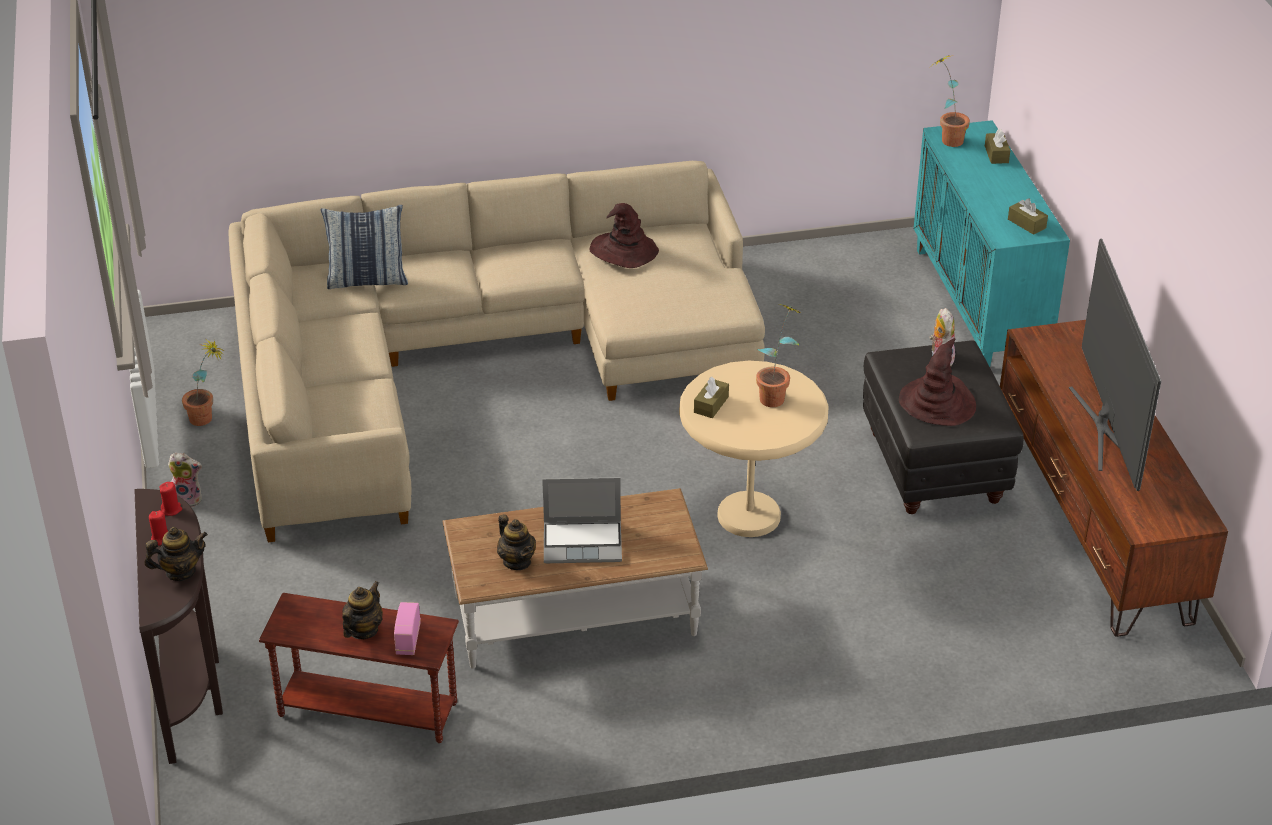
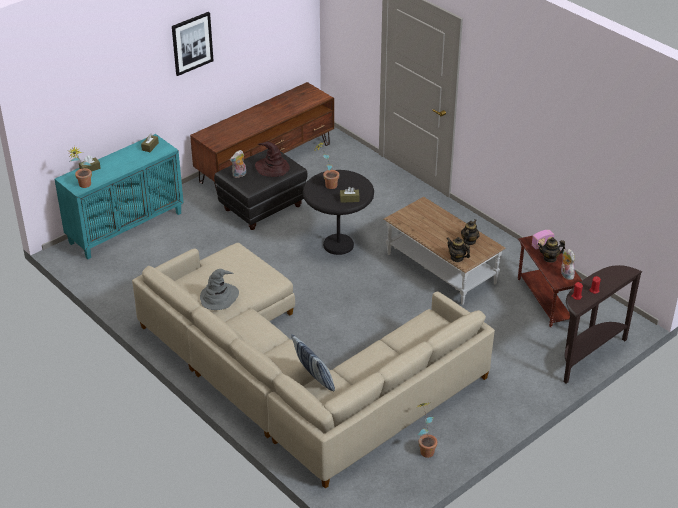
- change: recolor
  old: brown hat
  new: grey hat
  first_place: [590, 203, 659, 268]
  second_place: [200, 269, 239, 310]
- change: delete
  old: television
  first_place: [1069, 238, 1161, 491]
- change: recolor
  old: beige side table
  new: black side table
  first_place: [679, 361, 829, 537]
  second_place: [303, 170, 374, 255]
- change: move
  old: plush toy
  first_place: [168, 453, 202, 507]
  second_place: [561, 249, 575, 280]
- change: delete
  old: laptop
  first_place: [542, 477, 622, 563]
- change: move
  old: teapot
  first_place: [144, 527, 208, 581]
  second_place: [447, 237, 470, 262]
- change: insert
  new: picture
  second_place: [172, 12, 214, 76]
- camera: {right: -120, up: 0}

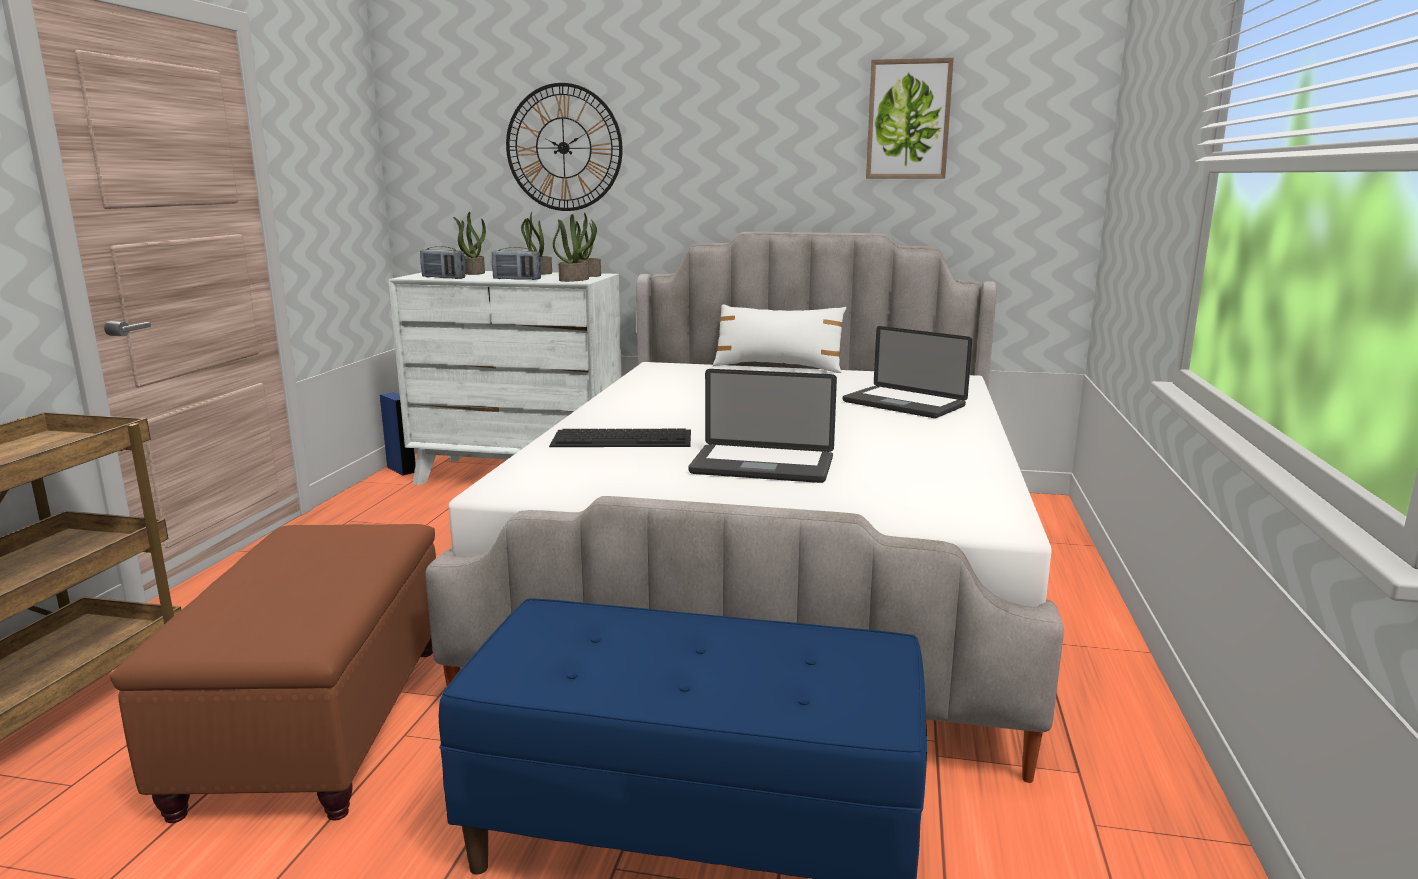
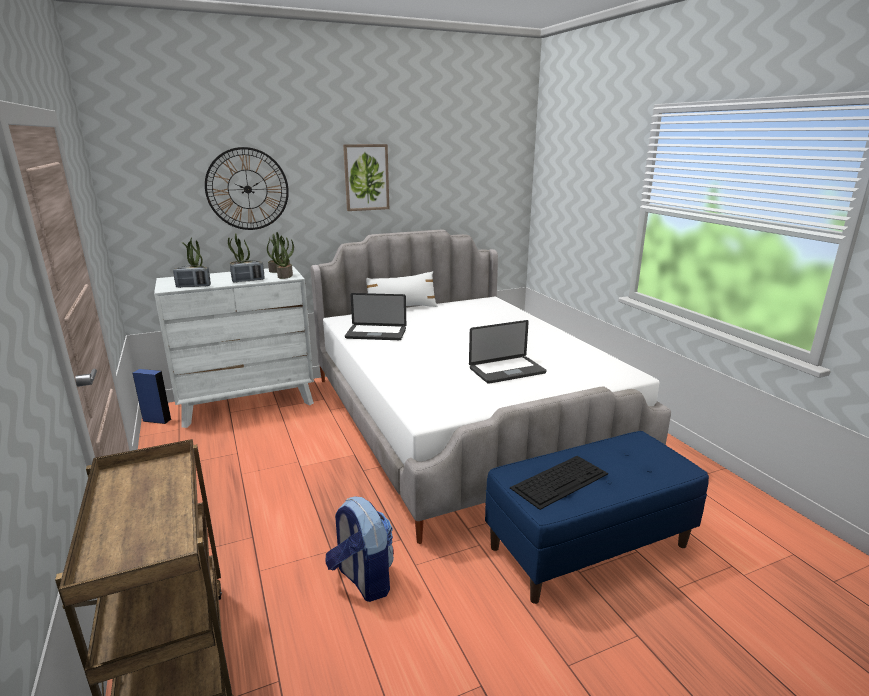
- change: move
  old: picture
  first_place: [866, 58, 954, 178]
  second_place: [343, 144, 389, 211]
- change: move
  old: laptop
  first_place: [843, 326, 972, 418]
  second_place: [345, 293, 406, 340]
- change: move
  old: keyboard
  first_place: [549, 429, 691, 447]
  second_place: [510, 456, 608, 510]
- change: replace
  old: brown ottoman
  new: backpack
  first_place: [110, 524, 436, 823]
  second_place: [326, 497, 394, 602]
- camera: {right: -35, up: 5}

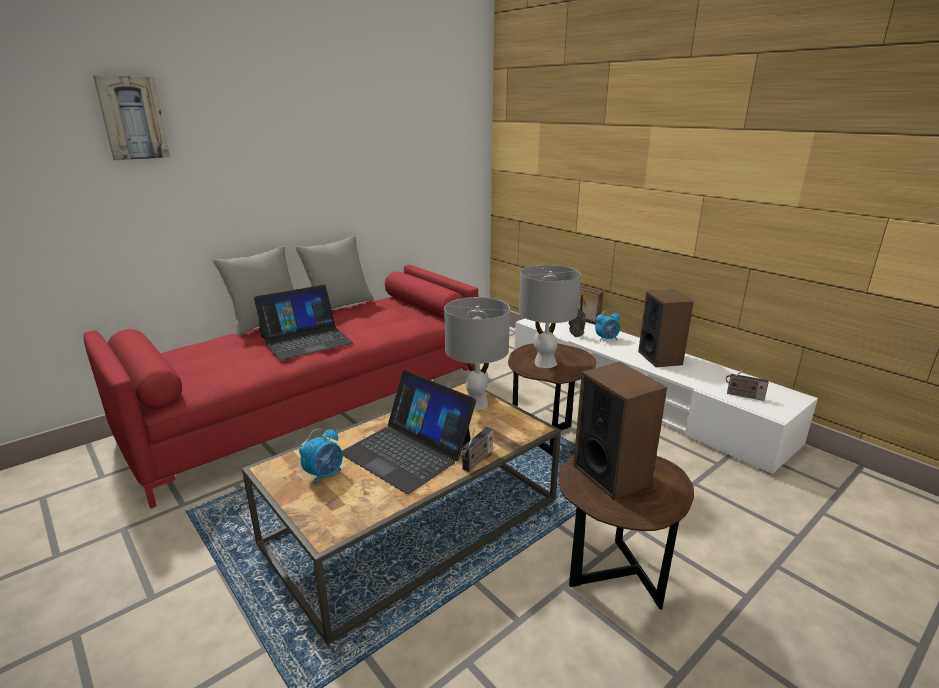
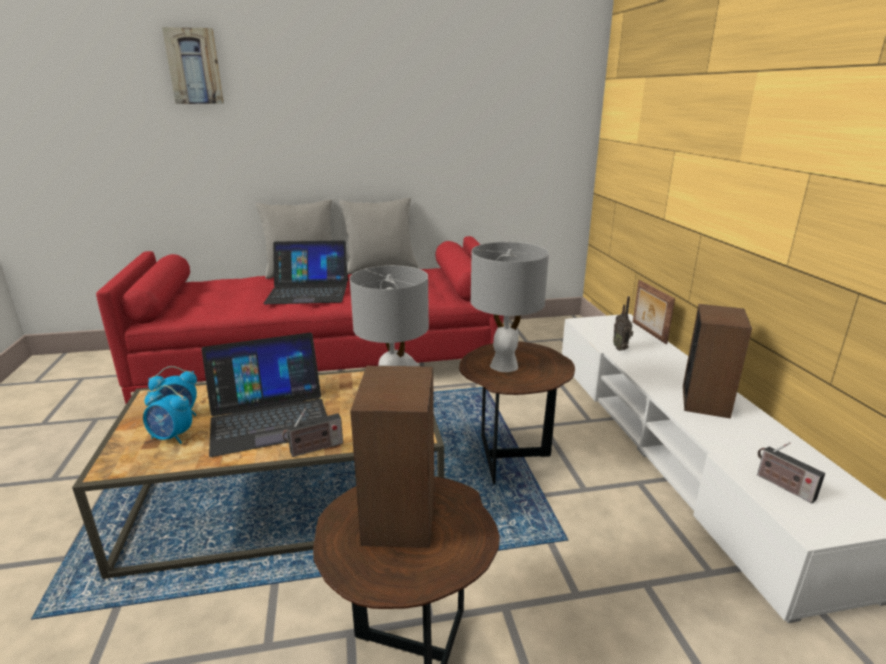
- change: move
  old: alarm clock
  first_place: [595, 310, 620, 341]
  second_place: [143, 385, 192, 444]
- change: rotate
  old: laptop
  first_place: [342, 370, 476, 494]
  second_place: [202, 333, 327, 457]
  degrees: -90
- camera: {right: 30, up: 0}

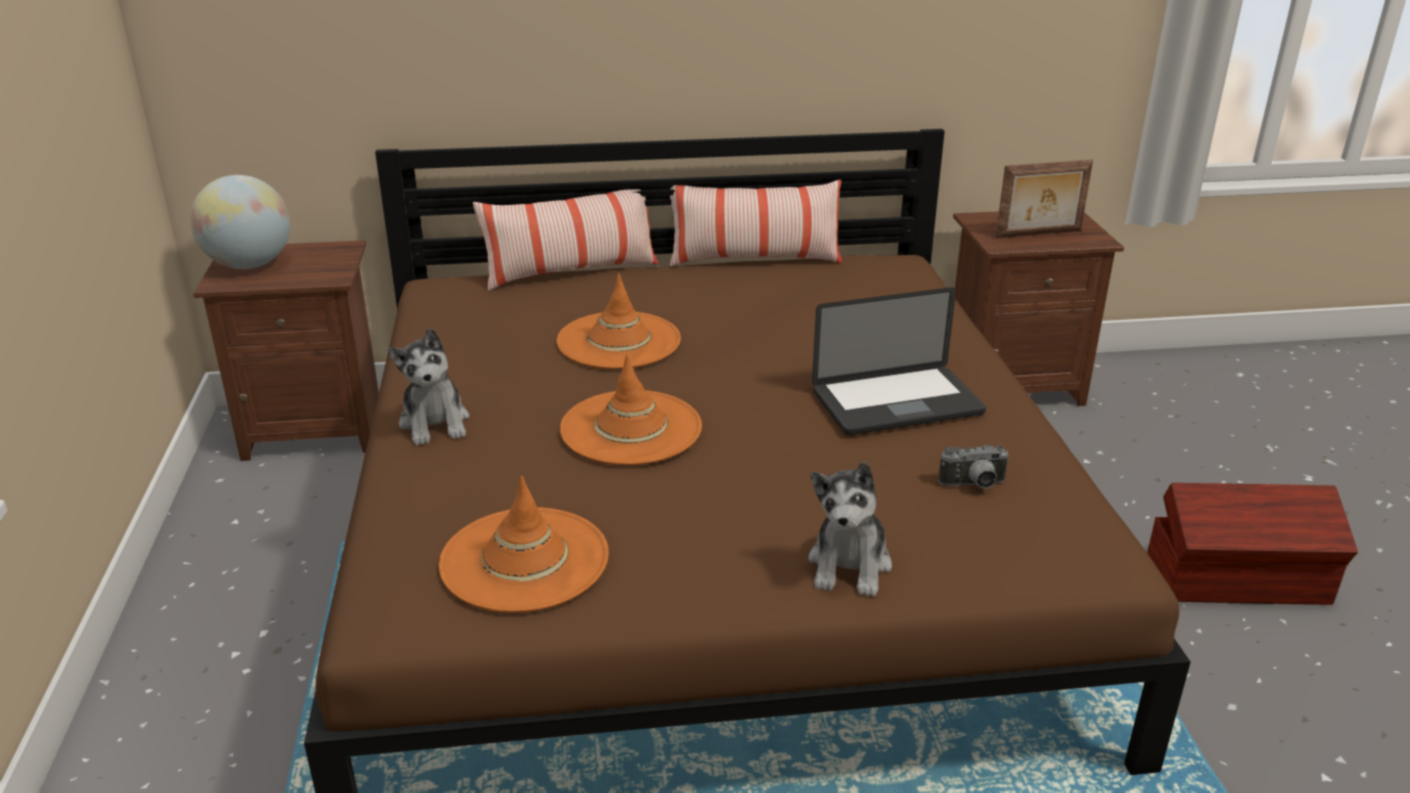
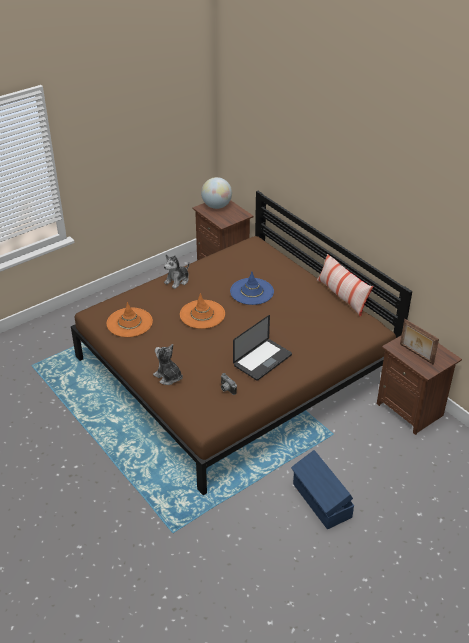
- change: delete
  old: pillow
  first_place: [473, 189, 658, 291]
- change: recolor
  old: orange hat
  new: blue hat
  first_place: [557, 273, 681, 369]
  second_place: [230, 272, 274, 305]
- change: rotate
  old: laptop
  first_place: [812, 287, 986, 435]
  second_place: [233, 315, 292, 381]
  degrees: -90
- change: rotate
  old: plush toy
  first_place: [808, 462, 892, 597]
  second_place: [153, 344, 183, 385]
  degrees: 60
- change: recolor
  old: brown storage box
  new: blue storage box
  first_place: [1147, 483, 1358, 605]
  second_place: [291, 450, 354, 529]
- camera: {right: 60, up: 10}

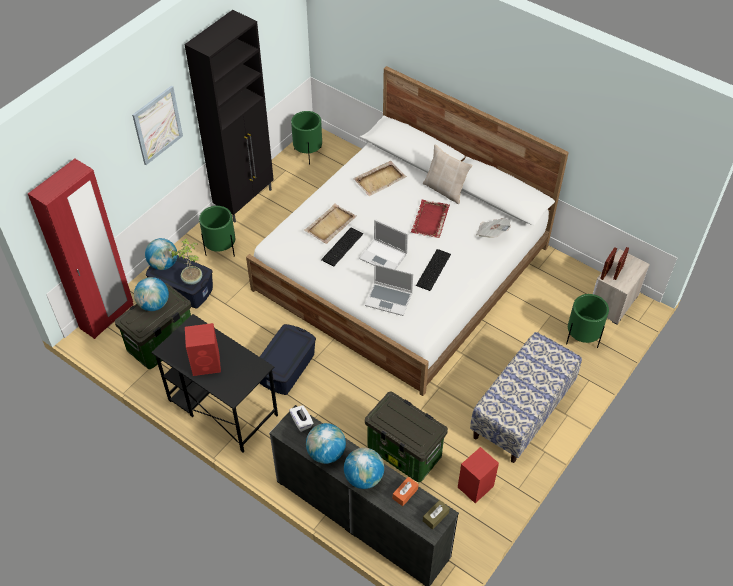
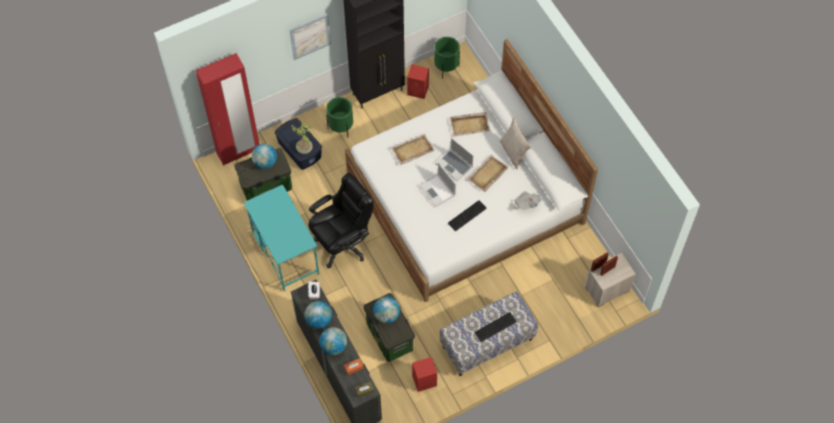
- change: recolor
  old: red tray
  new: beige tray
  first_place: [411, 199, 450, 238]
  second_place: [467, 155, 509, 192]
- change: move
  old: keyboard
  first_place: [321, 228, 363, 266]
  second_place: [474, 312, 517, 342]
- change: move
  old: globe
  first_place: [145, 238, 177, 270]
  second_place: [373, 297, 400, 324]
- change: move
  old: laptop
  first_place: [365, 264, 413, 316]
  second_place: [436, 138, 473, 181]
- change: delete
  old: green planter
  first_place: [566, 294, 609, 348]
- change: recolor
  old: black desk
  new: turquoise desk
  first_place: [151, 314, 278, 453]
  second_place: [244, 185, 320, 291]
- change: move
  old: red speaker
  first_place: [185, 323, 221, 376]
  second_place: [407, 64, 429, 99]
- change: replace
  old: blue storage box
  new: black office chair
  first_place: [260, 324, 316, 395]
  second_place: [308, 173, 373, 268]
- camera: {right: 25, up: 10}

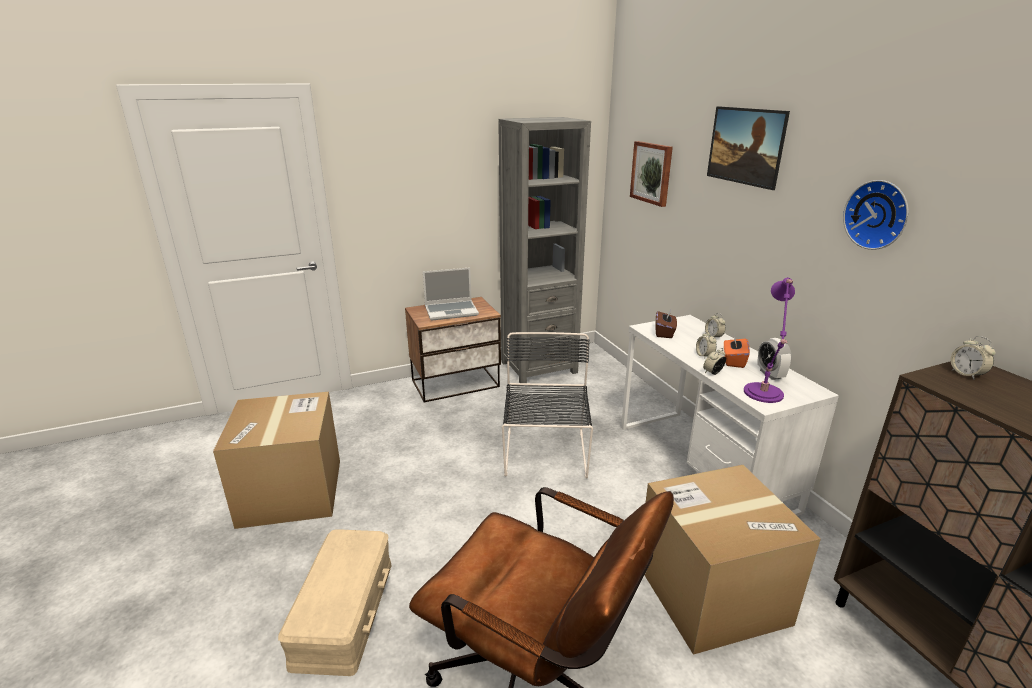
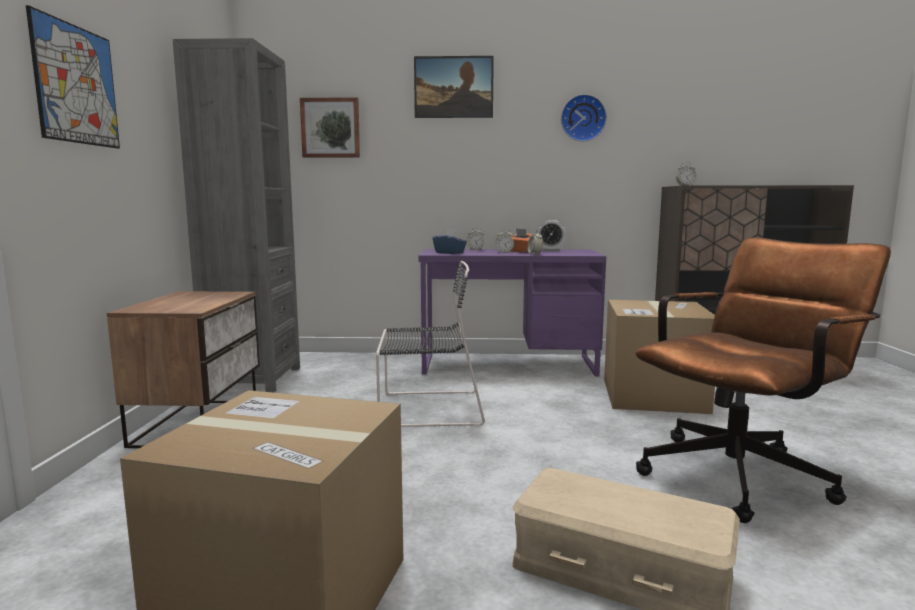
- change: delete
  old: laptop
  first_place: [423, 267, 479, 320]
- change: delete
  old: purple table lamp
  first_place: [744, 278, 795, 403]
- change: recolor
  old: brown tissue box
  new: blue tissue box
  first_place: [655, 310, 677, 338]
  second_place: [433, 229, 467, 254]
- change: recolor
  old: white desk
  new: purple desk
  first_place: [621, 315, 839, 516]
  second_place: [418, 249, 606, 376]
- change: rotate
  old: black chair
  first_place: [502, 332, 593, 479]
  second_place: [376, 261, 485, 427]
  degrees: 150
- change: insert
  new: picture
  second_place: [26, 5, 120, 149]
- camera: {right: -65, up: -15}

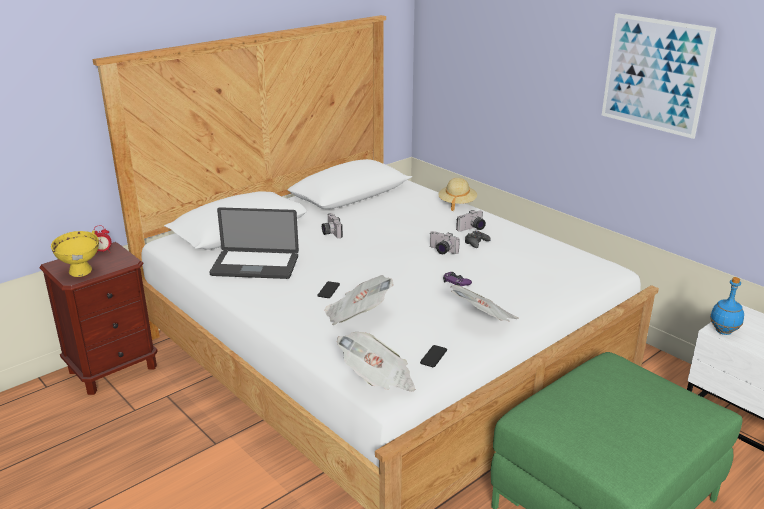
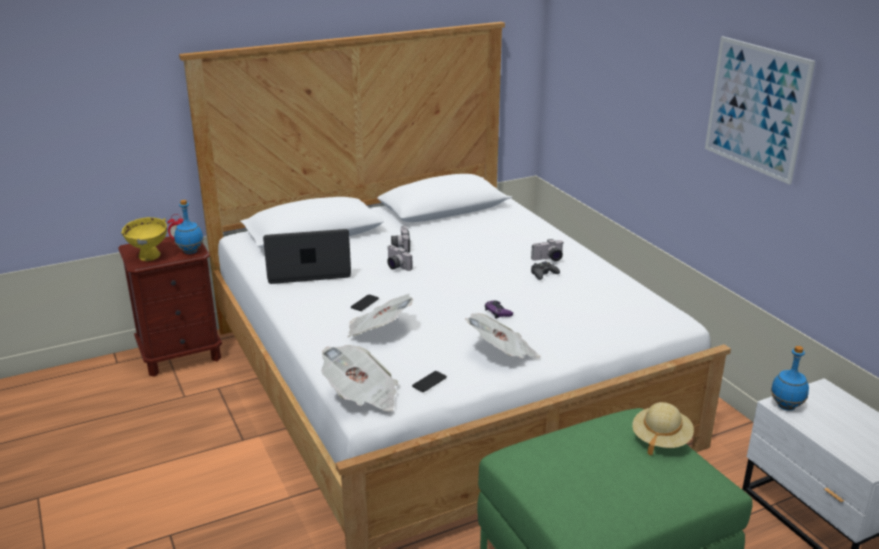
- change: move
  old: beige hat
  first_place: [438, 178, 477, 211]
  second_place: [632, 402, 694, 456]
- change: rotate
  old: laptop
  first_place: [209, 207, 299, 279]
  second_place: [263, 229, 351, 284]
  degrees: 150
- change: move
  old: photo camera
  first_place: [429, 231, 460, 254]
  second_place: [387, 245, 412, 271]
- change: insert
  new: blue bottle
  second_place: [174, 200, 203, 254]
- camera: {right: 15, up: 0}

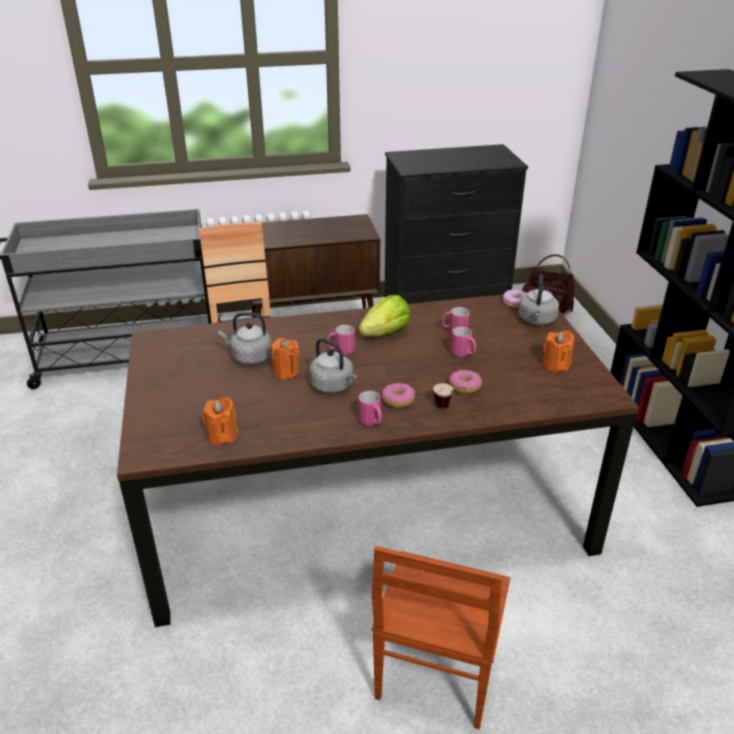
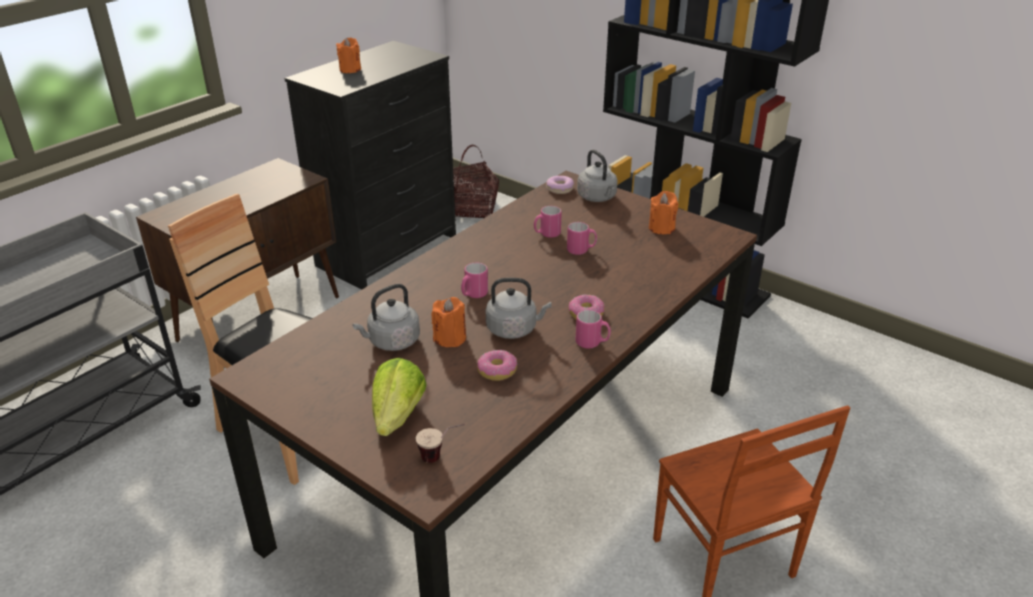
- change: move
  old: lettuce
  first_place: [359, 295, 411, 337]
  second_place: [372, 358, 427, 436]
- change: move
  old: donut
  first_place: [449, 370, 482, 394]
  second_place: [477, 350, 517, 381]
- change: move
  old: cup
  first_place: [433, 383, 466, 409]
  second_place: [416, 424, 465, 463]
- change: move
  old: orange candle
  first_place: [202, 397, 239, 446]
  second_place: [336, 37, 361, 73]
- camera: {right: -40, up: 0}

